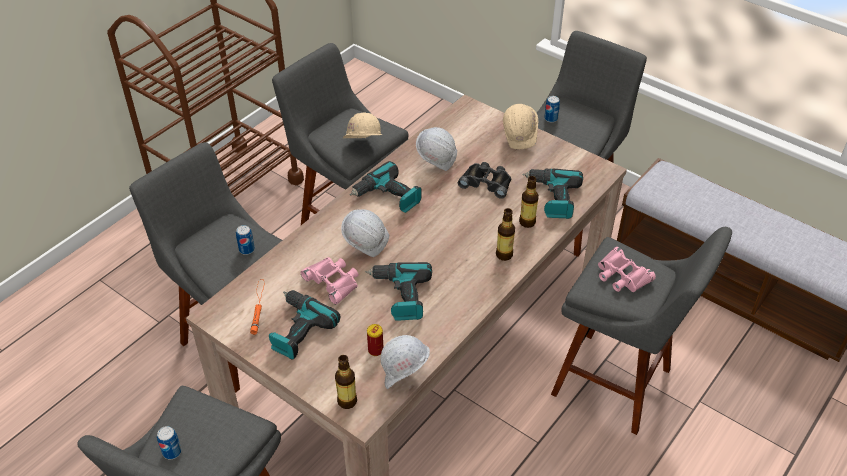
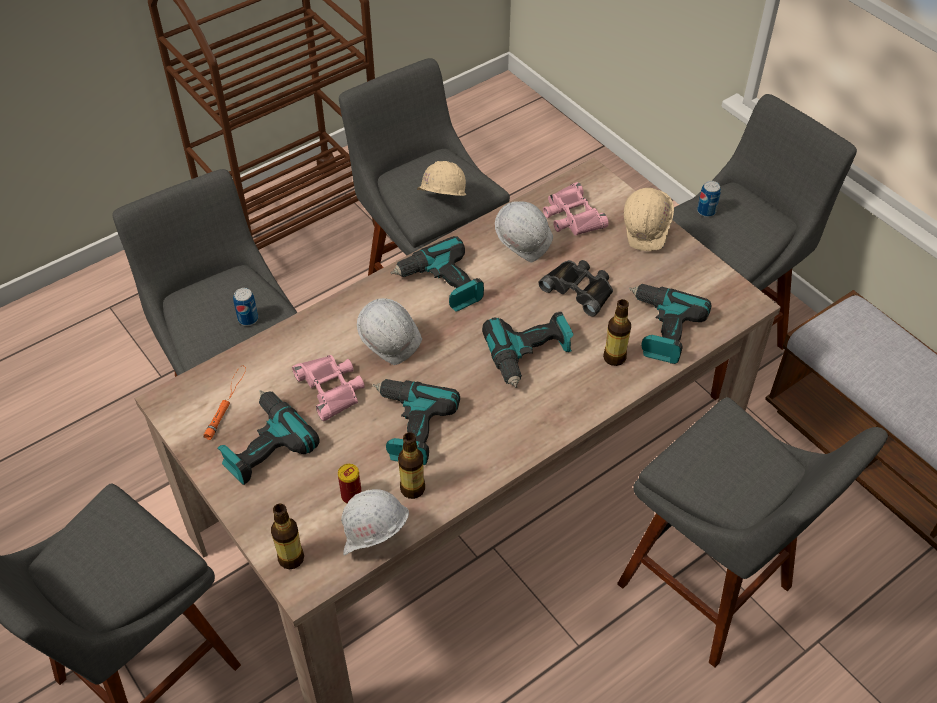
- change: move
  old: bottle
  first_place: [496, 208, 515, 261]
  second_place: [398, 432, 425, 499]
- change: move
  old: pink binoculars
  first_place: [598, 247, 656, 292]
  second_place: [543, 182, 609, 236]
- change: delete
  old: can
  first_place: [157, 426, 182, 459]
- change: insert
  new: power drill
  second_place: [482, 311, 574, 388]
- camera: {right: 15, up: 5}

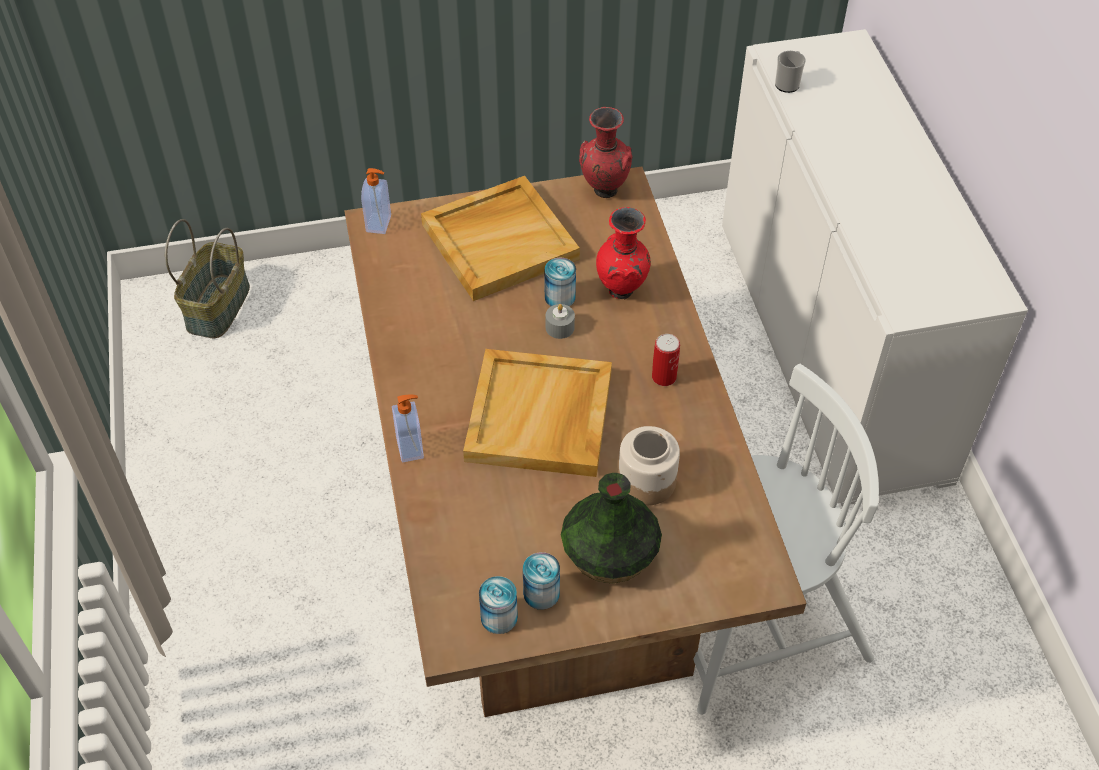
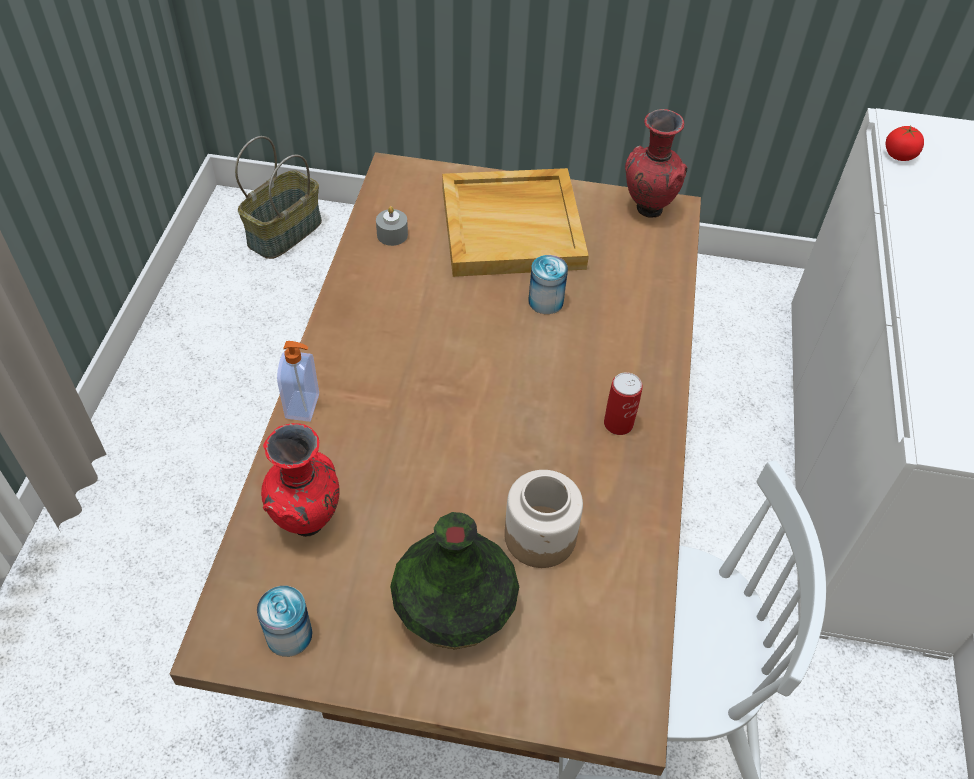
- change: replace
  old: mug
  new: tomato
  first_place: [775, 51, 806, 93]
  second_place: [886, 126, 924, 161]
- change: delete
  old: soap dispenser
  first_place: [361, 168, 391, 234]
- change: move
  old: red vase
  first_place: [596, 207, 651, 299]
  second_place: [261, 423, 339, 537]
- change: move
  old: grey candle
  first_place: [546, 304, 575, 339]
  second_place: [376, 206, 408, 246]
- change: delete
  old: beige tray
  first_place: [463, 349, 612, 477]
- change: delete
  old: can
  first_place: [523, 552, 560, 610]
- camera: {right: 20, up: 0}

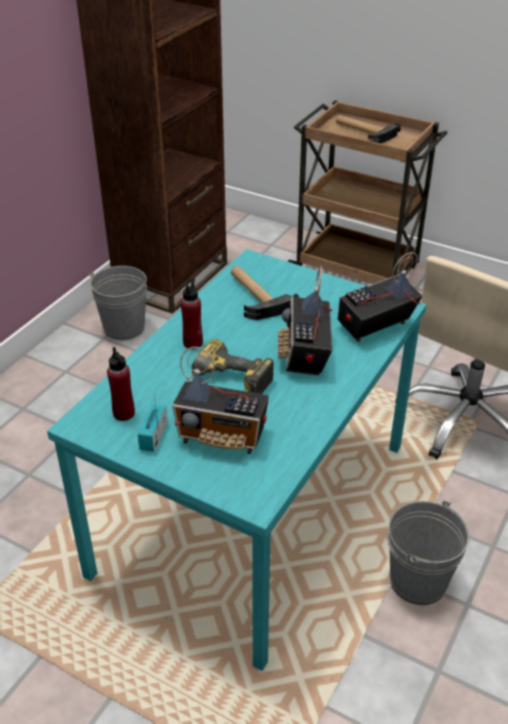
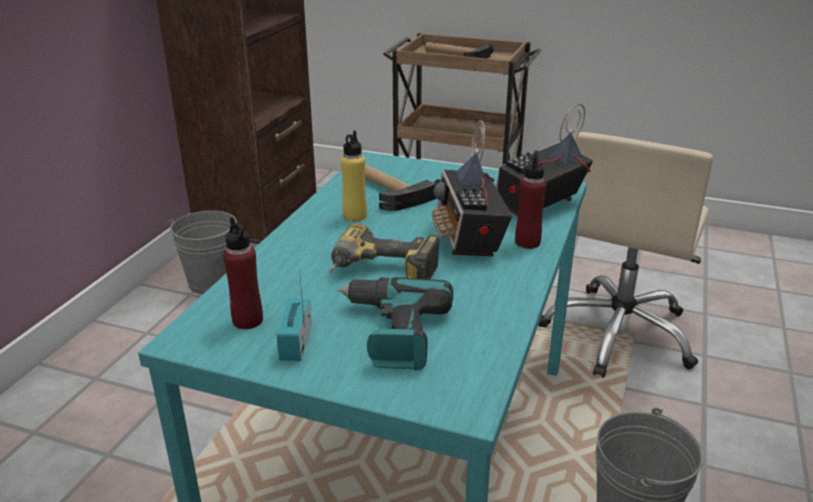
- change: move
  old: red bottle
  first_place: [181, 278, 203, 349]
  second_place: [515, 150, 547, 249]
- change: replace
  old: radio
  new: power drill
  first_place: [172, 347, 269, 454]
  second_place: [337, 277, 453, 370]
- change: insert
  new: yellow bottle
  second_place: [341, 130, 367, 222]
- camera: {right: -10, up: -10}

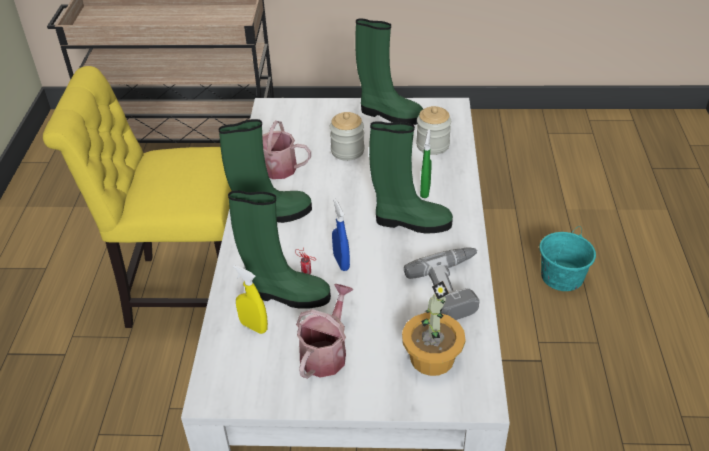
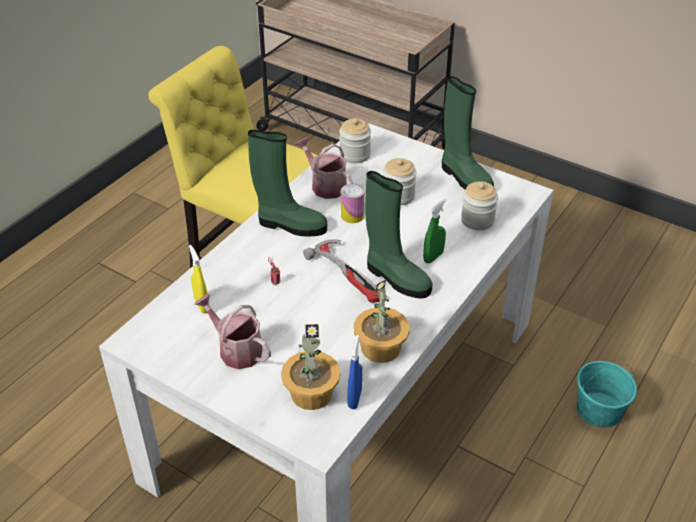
- change: delete
  old: green boot
  first_place: [228, 190, 331, 309]
- change: move
  old: blue spray bottle
  first_place: [332, 199, 350, 271]
  second_place: [348, 335, 362, 409]
- change: replace
  old: power drill
  new: potted plant
  first_place: [404, 248, 480, 320]
  second_place: [354, 280, 410, 363]
- change: rotate
  old: watering can
  first_place: [296, 284, 353, 379]
  second_place: [194, 294, 271, 369]
  degrees: -105
- change: insert
  new: jar
  second_place: [339, 118, 371, 163]
- change: insert
  new: can
  second_place: [341, 184, 365, 223]
- change: insert
  new: hammer
  second_place: [303, 239, 380, 303]
- camera: {right: 30, up: 0}

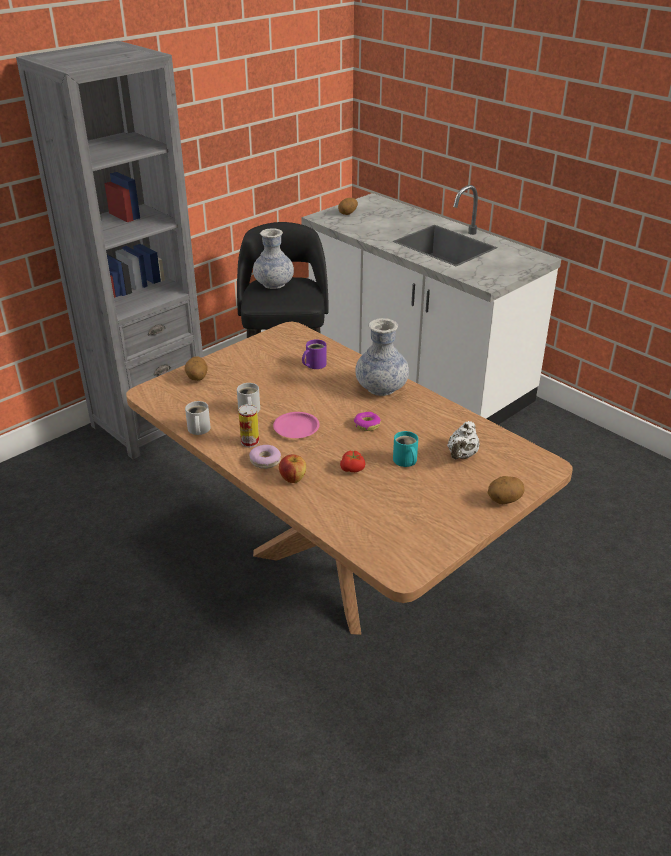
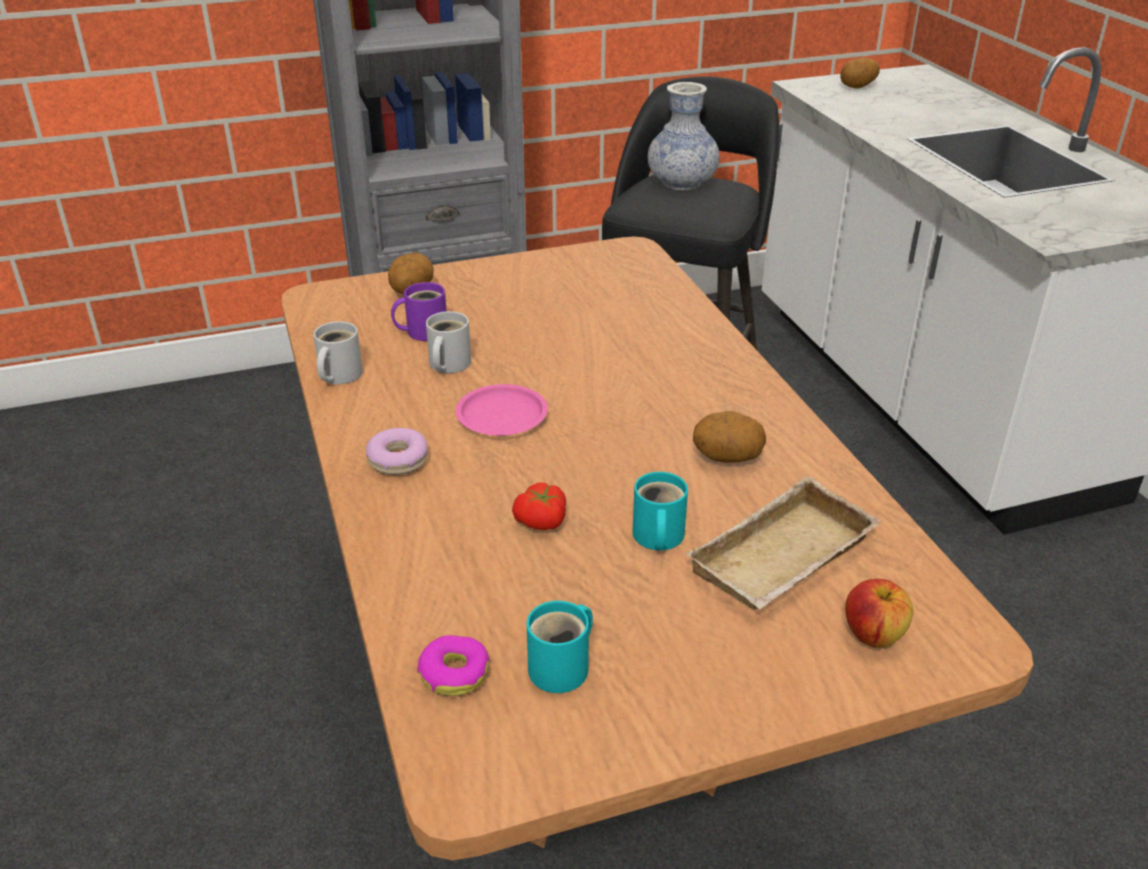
- change: delete
  old: vase
  first_place: [355, 318, 409, 396]
- change: move
  old: purple mug
  first_place: [302, 339, 327, 369]
  second_place: [391, 282, 446, 341]
- change: delete
  old: can
  first_place: [238, 404, 259, 447]
- change: move
  old: donut
  first_place: [354, 412, 381, 431]
  second_place: [417, 635, 490, 696]
- change: replace
  old: white teapot
  new: beige tray
  first_place: [447, 421, 480, 459]
  second_place: [686, 475, 882, 610]
- change: move
  old: apple
  first_place: [279, 454, 306, 483]
  second_place: [845, 579, 913, 648]
- change: move
  old: potato
  first_place: [488, 476, 525, 504]
  second_place: [693, 411, 766, 463]
- change: insert
  new: turquoise mug
  second_place: [526, 601, 593, 693]
- camera: {right: 25, up: 0}

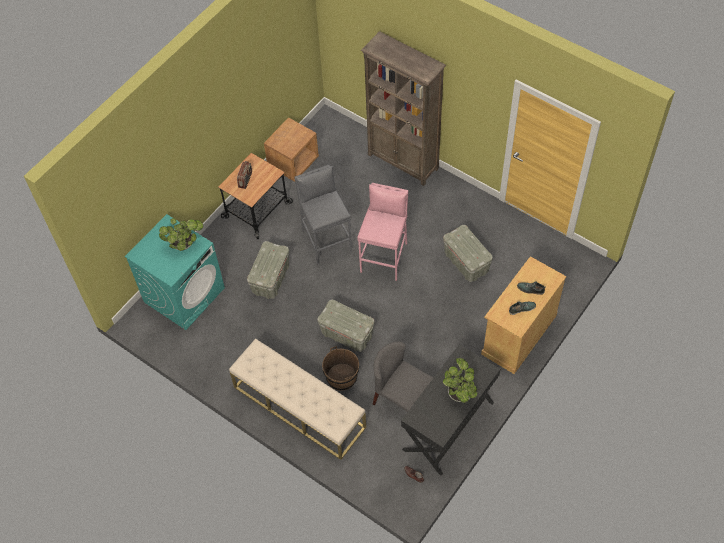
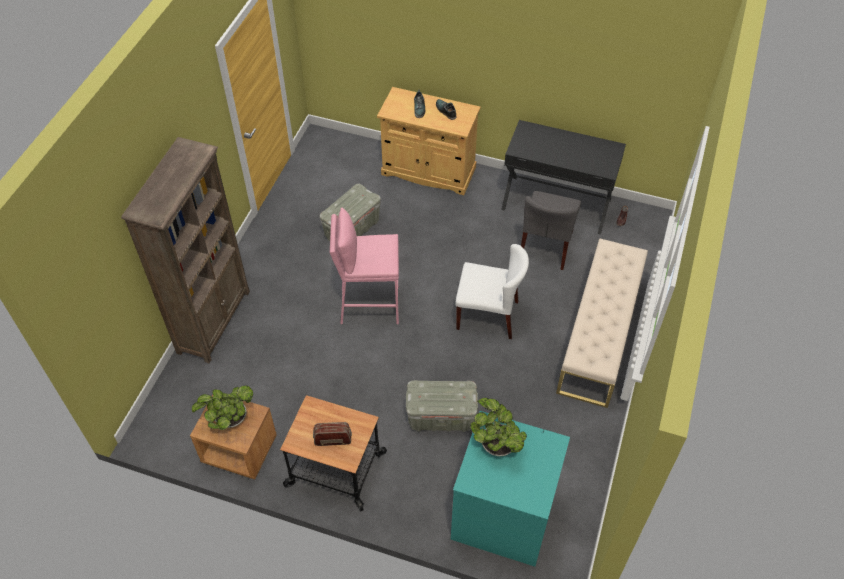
- change: delete
  old: grey stool
  first_place: [294, 165, 352, 265]
- change: replace
  old: grey storage box
  new: white chair
  first_place: [317, 300, 375, 352]
  second_place: [455, 244, 529, 339]
- change: delete
  old: brown bucket
  first_place: [322, 346, 359, 391]
- change: move
  old: potted plant
  first_place: [443, 358, 477, 403]
  second_place: [192, 385, 253, 430]
- camera: {right: -110, up: -5}

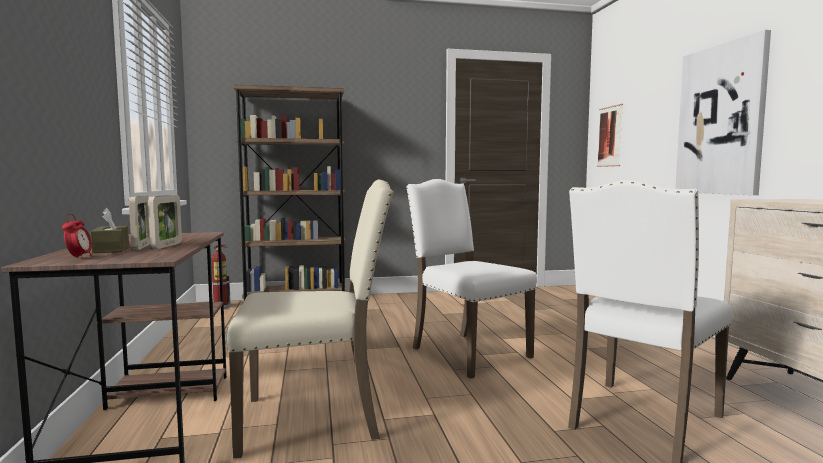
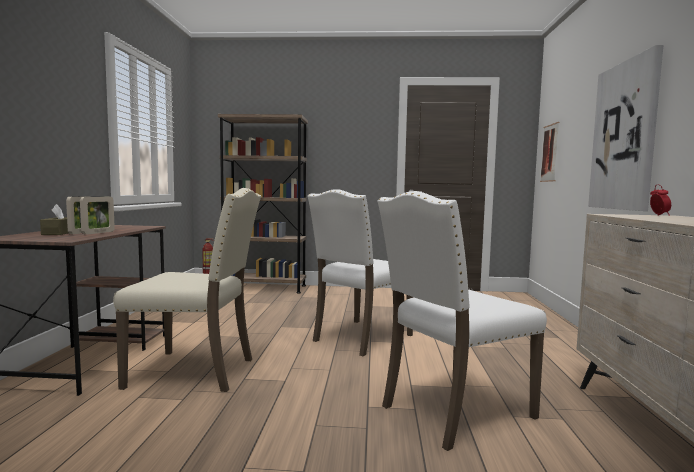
- change: rotate
  old: white chair
  first_place: [406, 179, 537, 378]
  second_place: [308, 189, 414, 356]
  degrees: -120
- change: move
  old: alarm clock
  first_place: [62, 214, 92, 259]
  second_place: [650, 185, 671, 216]
- camera: {right: 15, up: 0}

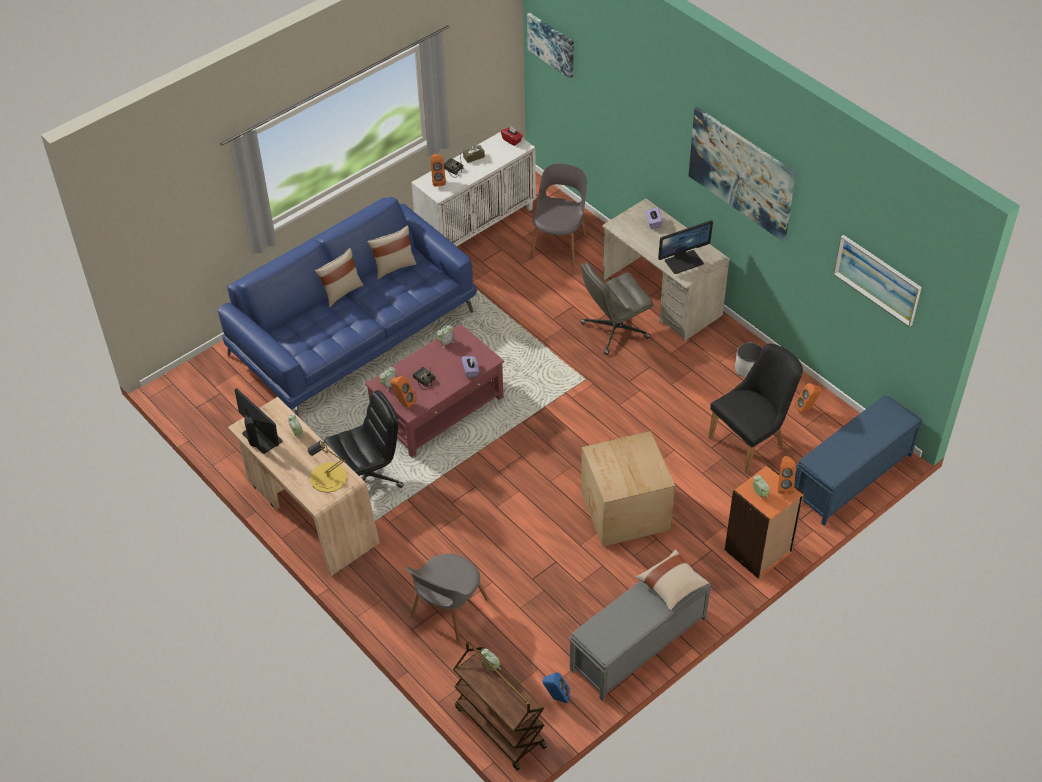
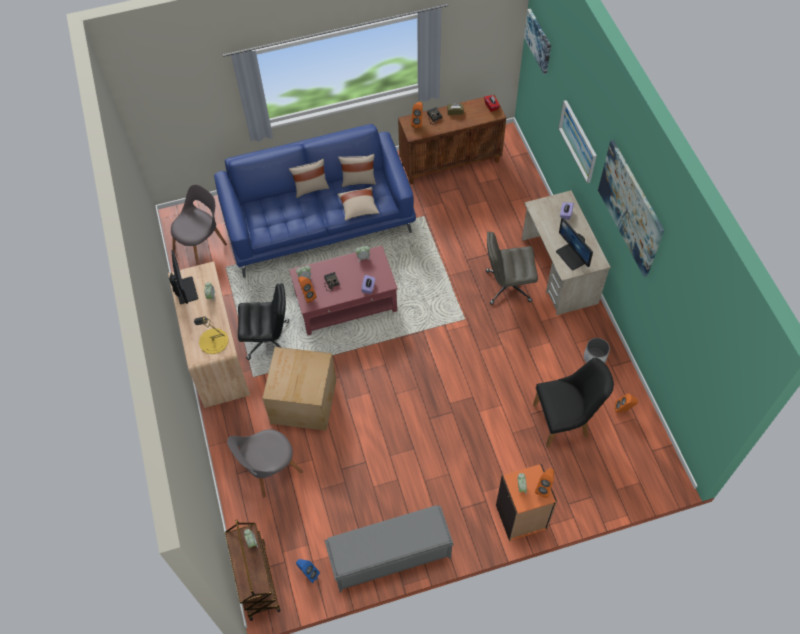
- change: recolor
  old: white cabinet
  new: brown cabinet
  first_place: [411, 132, 536, 246]
  second_place: [398, 94, 506, 185]
- change: move
  old: grey chair
  first_place: [530, 163, 587, 266]
  second_place: [171, 185, 227, 265]
- change: rotate
  old: monitor
  first_place: [658, 220, 713, 274]
  second_place: [556, 218, 593, 271]
  degrees: 60
- change: move
  old: picture
  first_place: [833, 235, 922, 327]
  second_place: [558, 100, 597, 183]
- change: delete
  old: blue bench
  first_place: [794, 395, 923, 526]
- change: move
  old: cardboard box
  first_place: [581, 431, 675, 547]
  second_place: [262, 347, 336, 431]
- change: move
  old: beige pillow
  first_place: [636, 549, 709, 611]
  second_place: [337, 187, 379, 221]
- camera: {right: 25, up: 10}

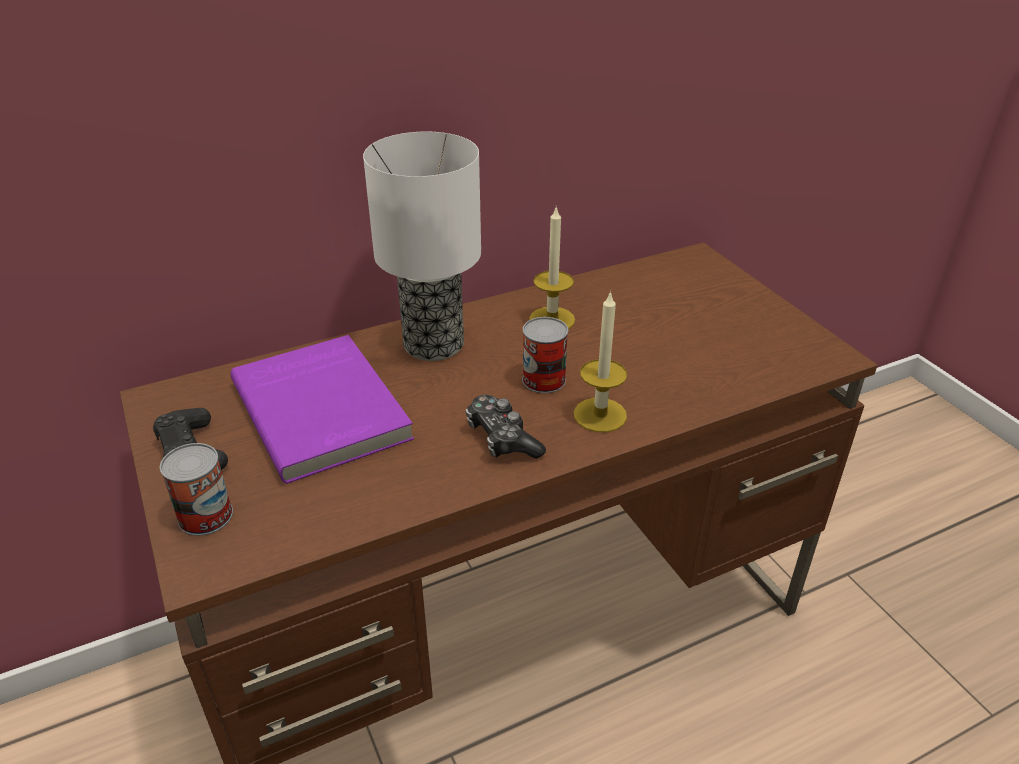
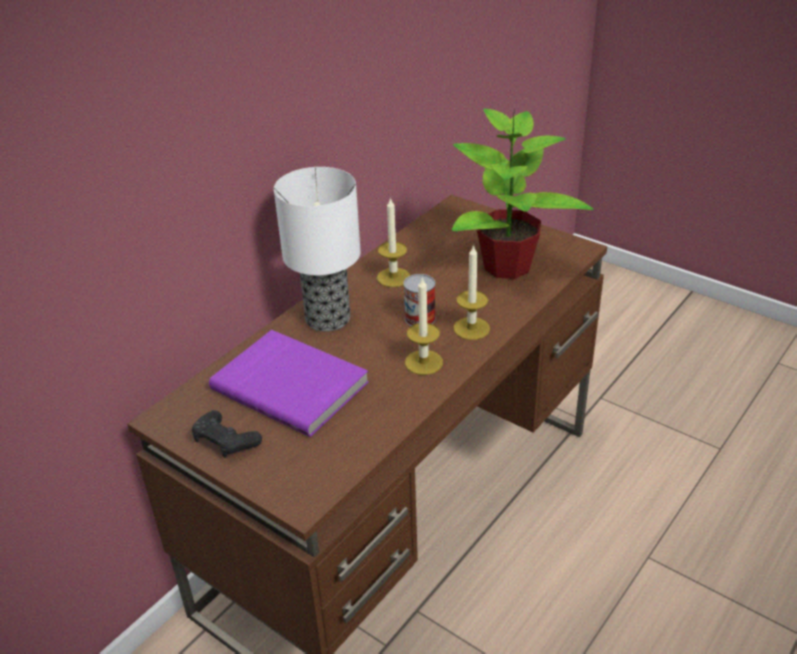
- change: replace
  old: game controller
  new: candle
  first_place: [466, 395, 546, 459]
  second_place: [405, 277, 443, 375]
- change: delete
  old: can
  first_place: [160, 443, 233, 536]
- change: insert
  new: potted plant
  second_place: [452, 108, 594, 279]
- camera: {right: -25, up: 0}

